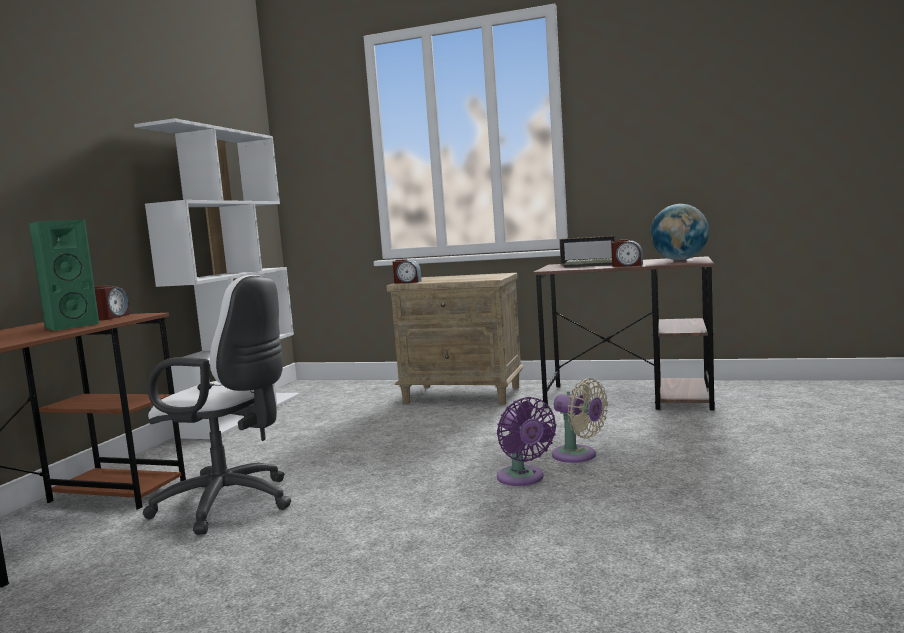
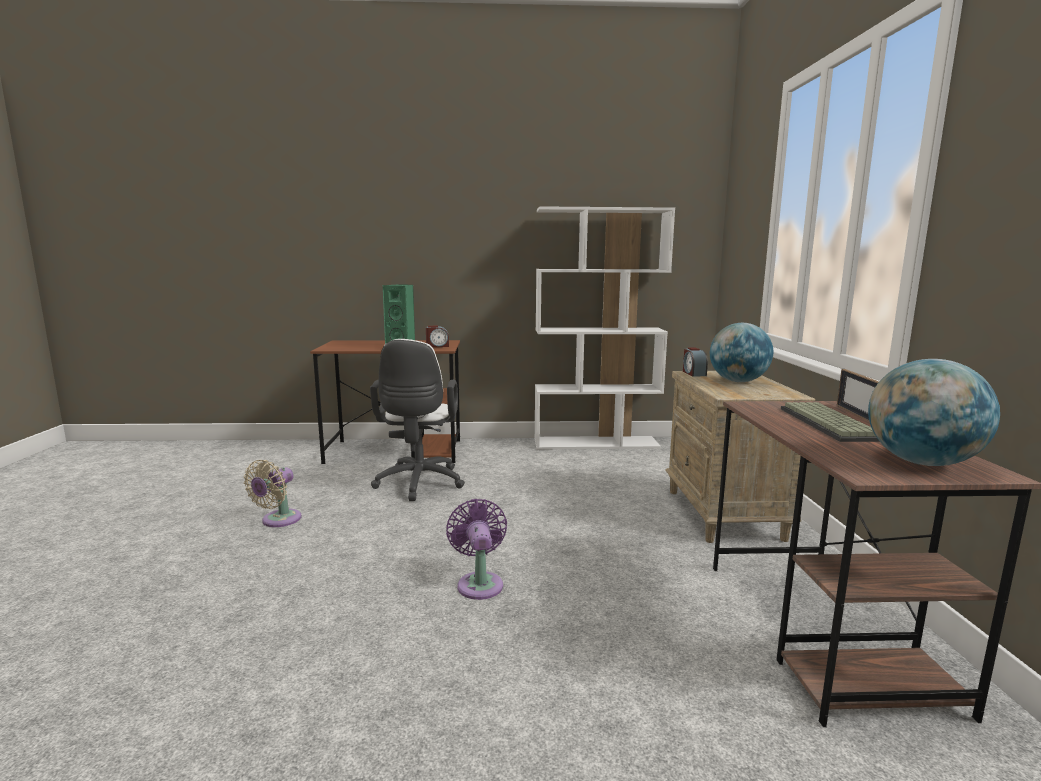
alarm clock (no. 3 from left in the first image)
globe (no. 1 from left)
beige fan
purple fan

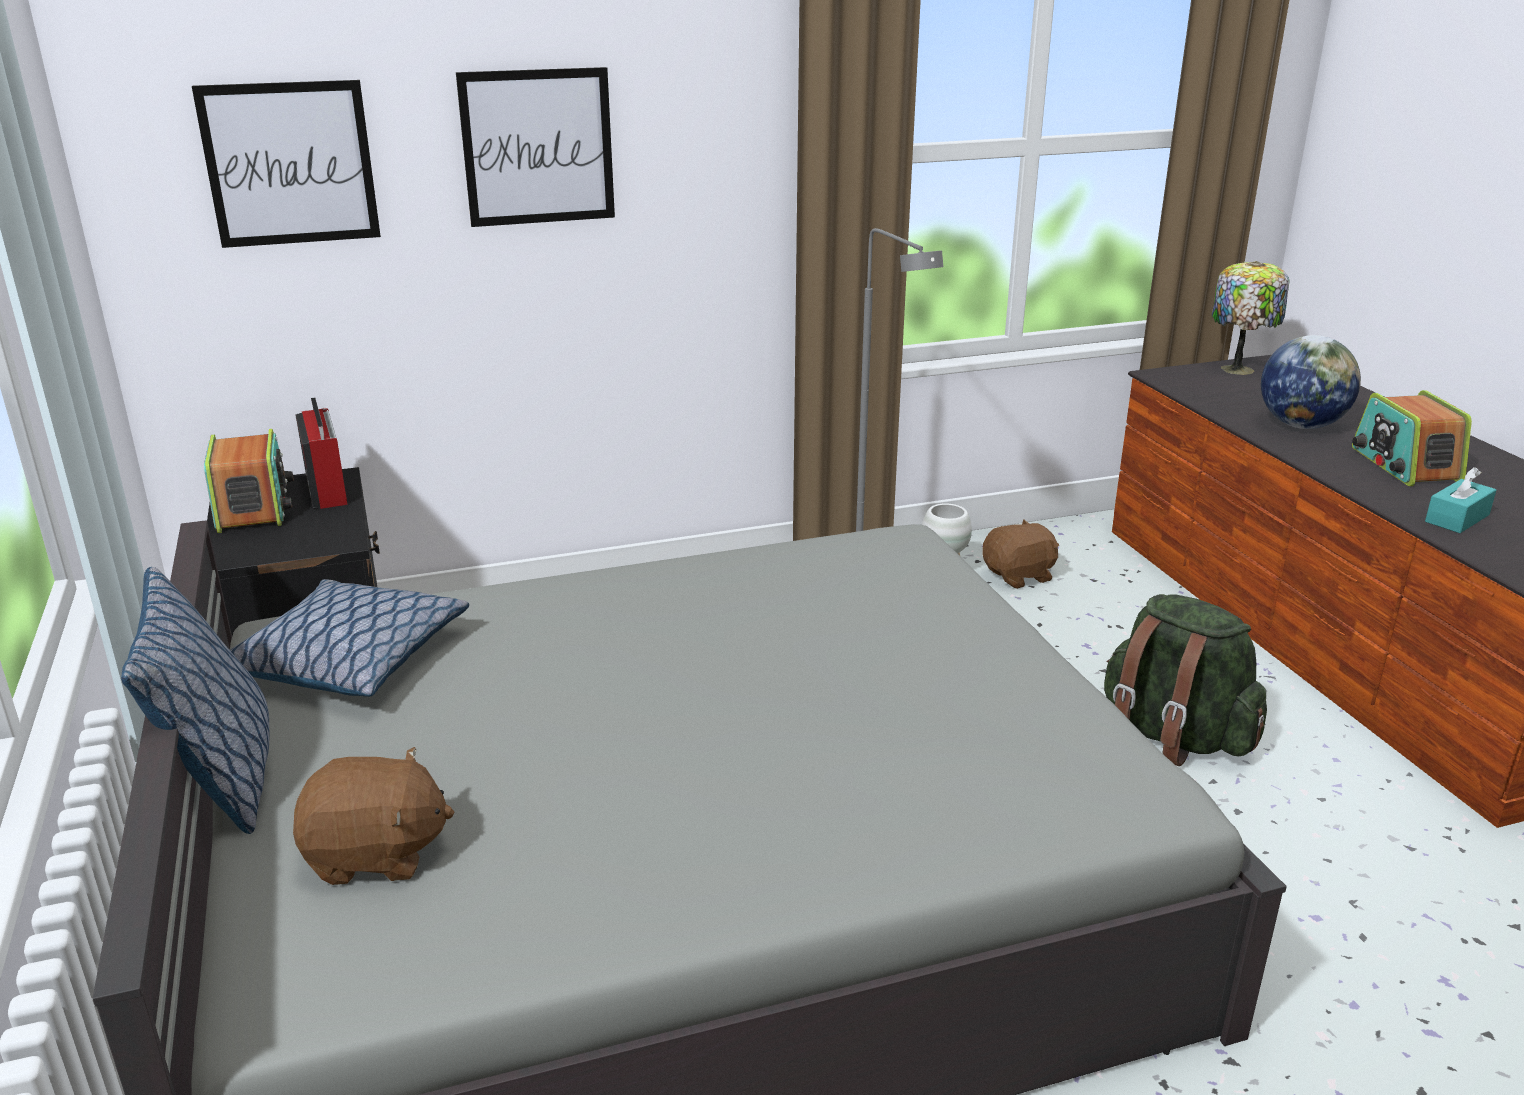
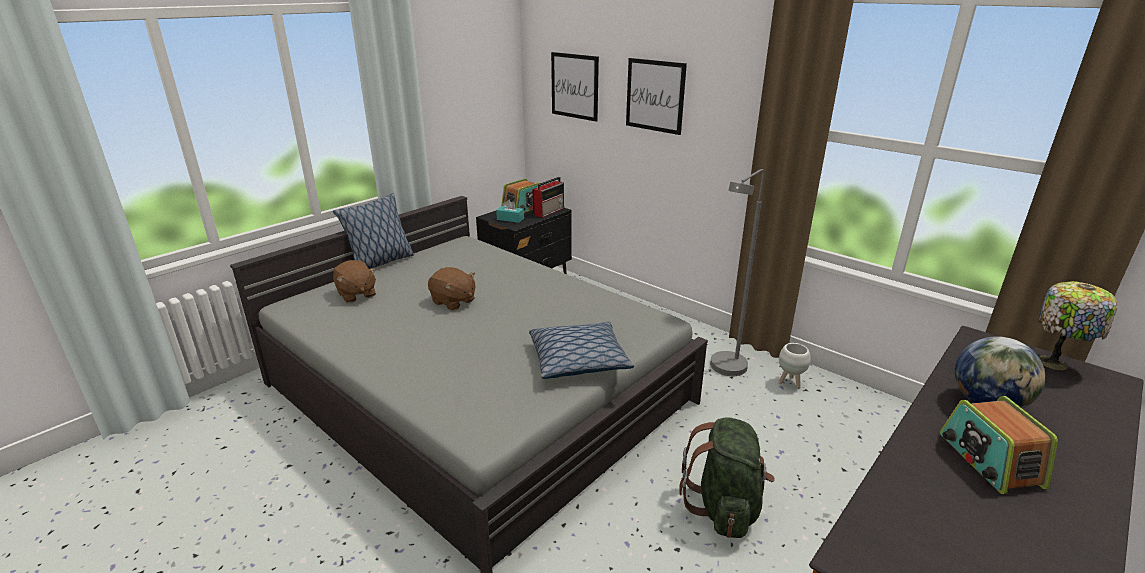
pillow (no. 2 from left)
brown plush toy (no. 2 from left)
turquoise tissue box
radio (no. 3 from left)

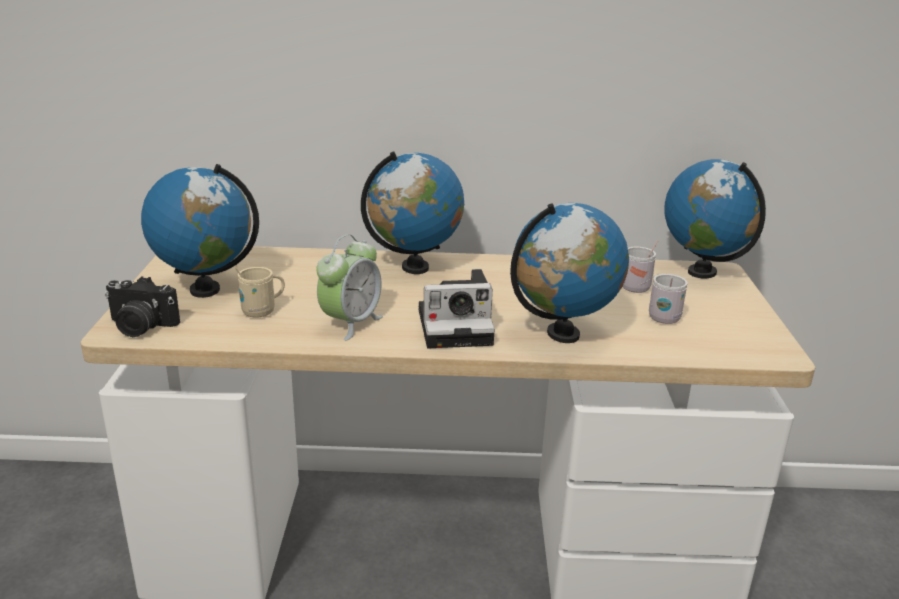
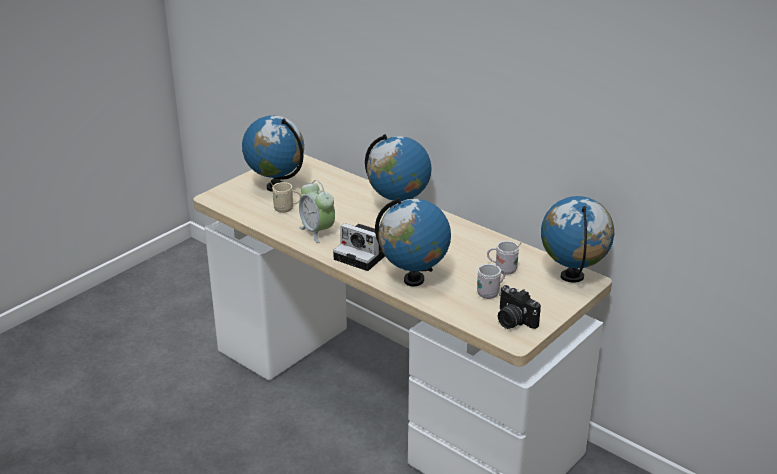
photo camera (no. 2 from left)
alarm clock

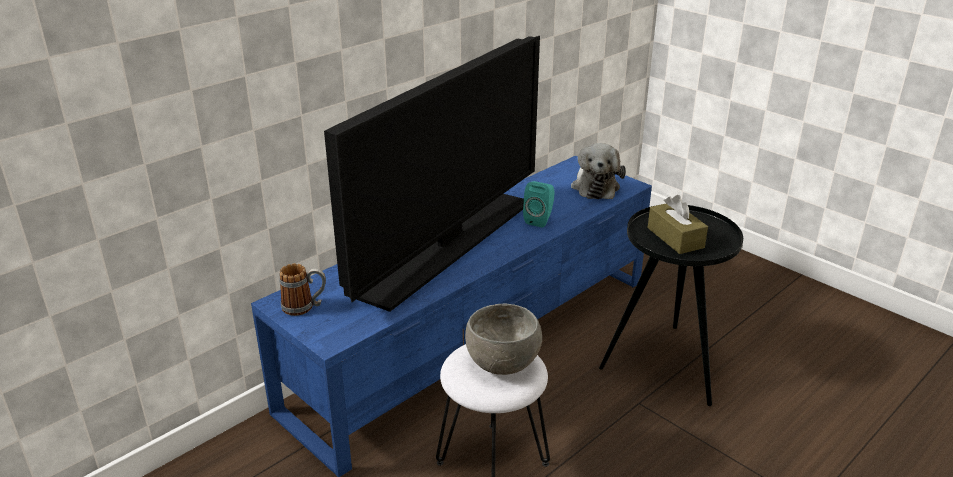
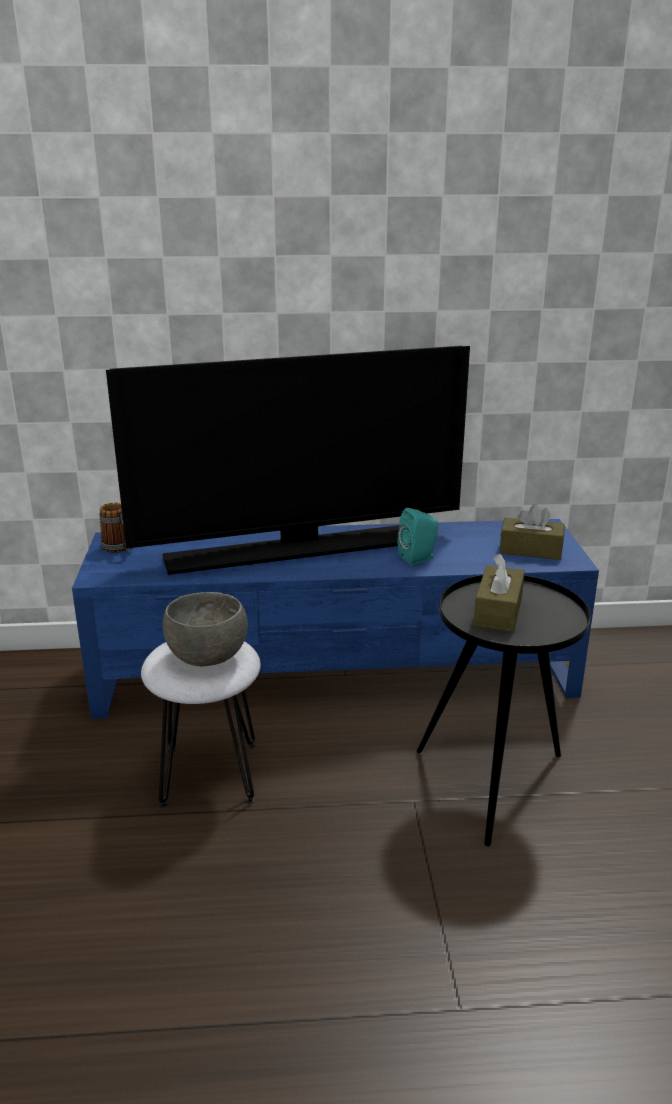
brown tissue box (no. 2 from left)

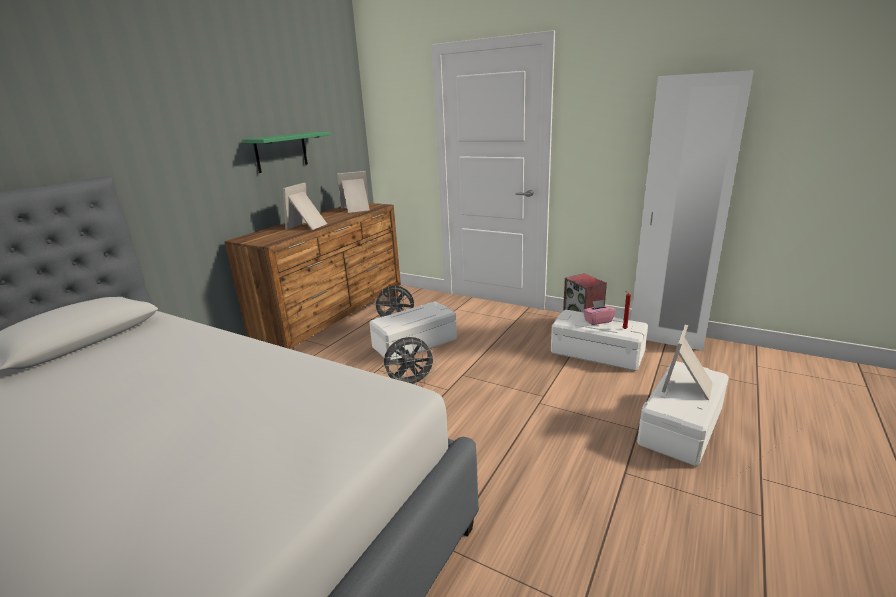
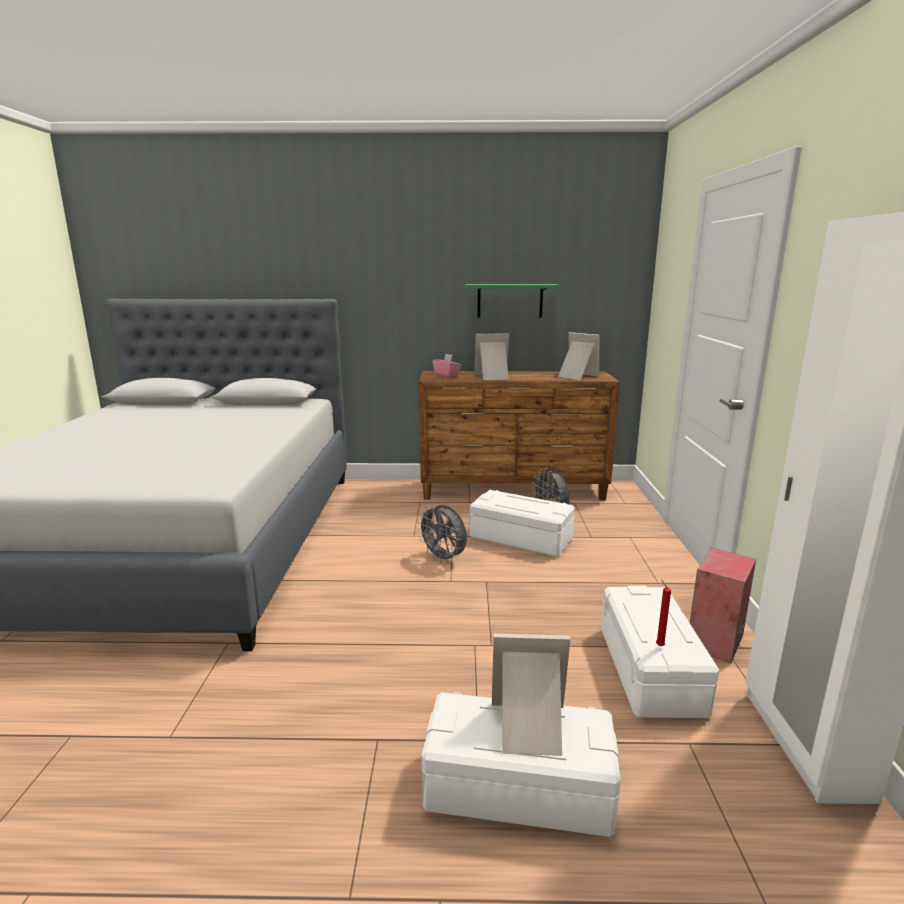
pink tissue box

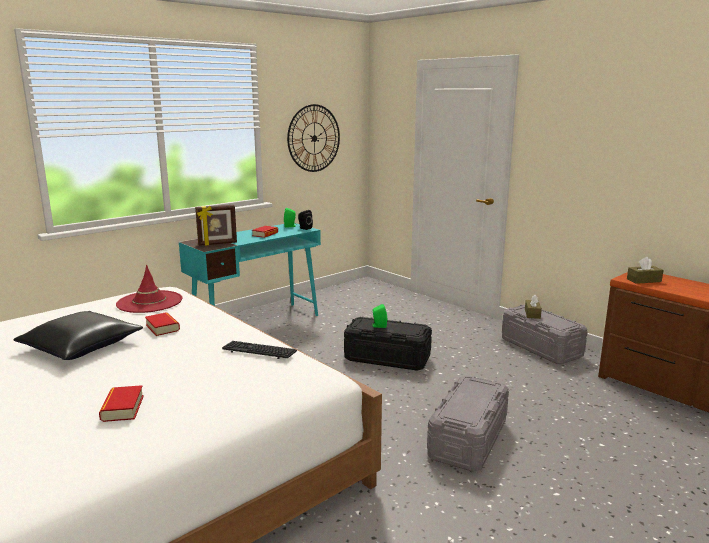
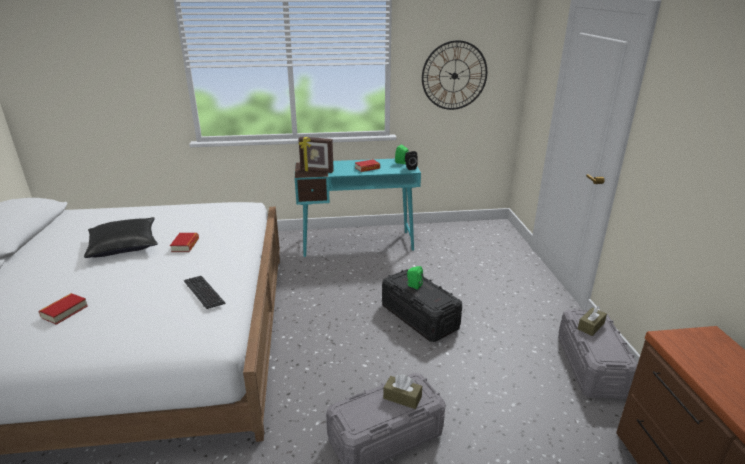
red hat
brown tissue box (no. 1 from left)

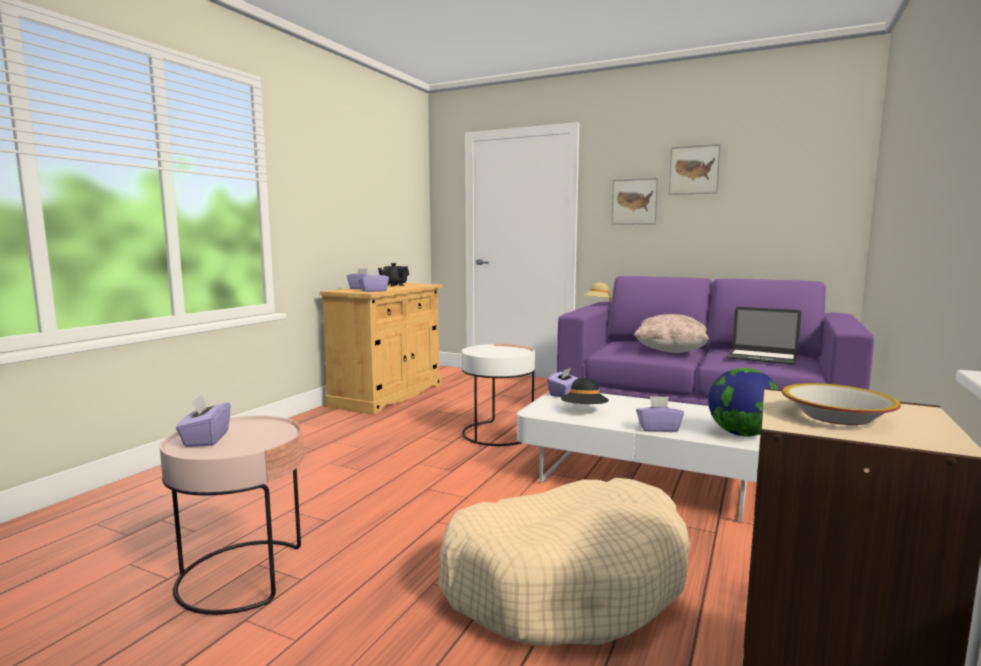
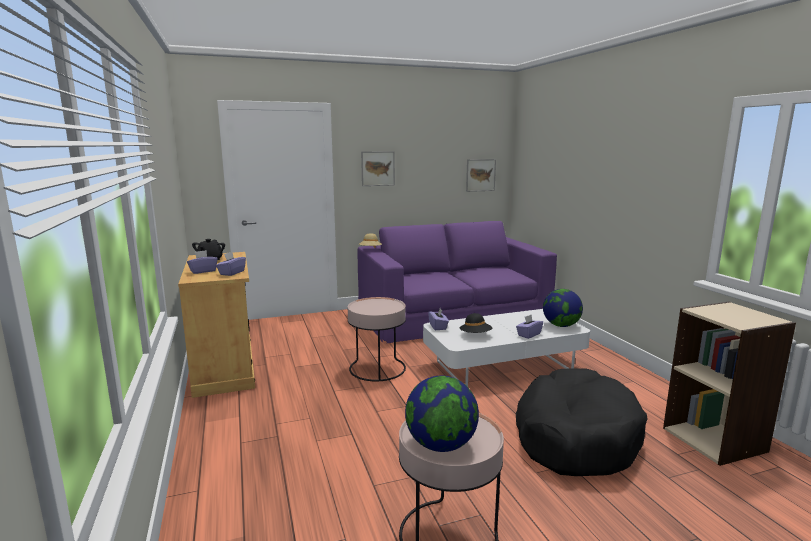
beige pillow
laptop
bowl
picture (no. 2 from left)
globe (no. 1 from left)
black dog bed
pink side table (no. 1 from left)

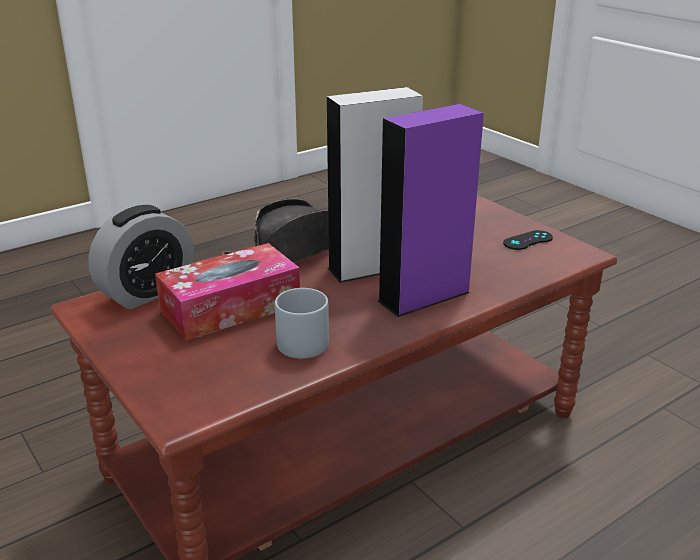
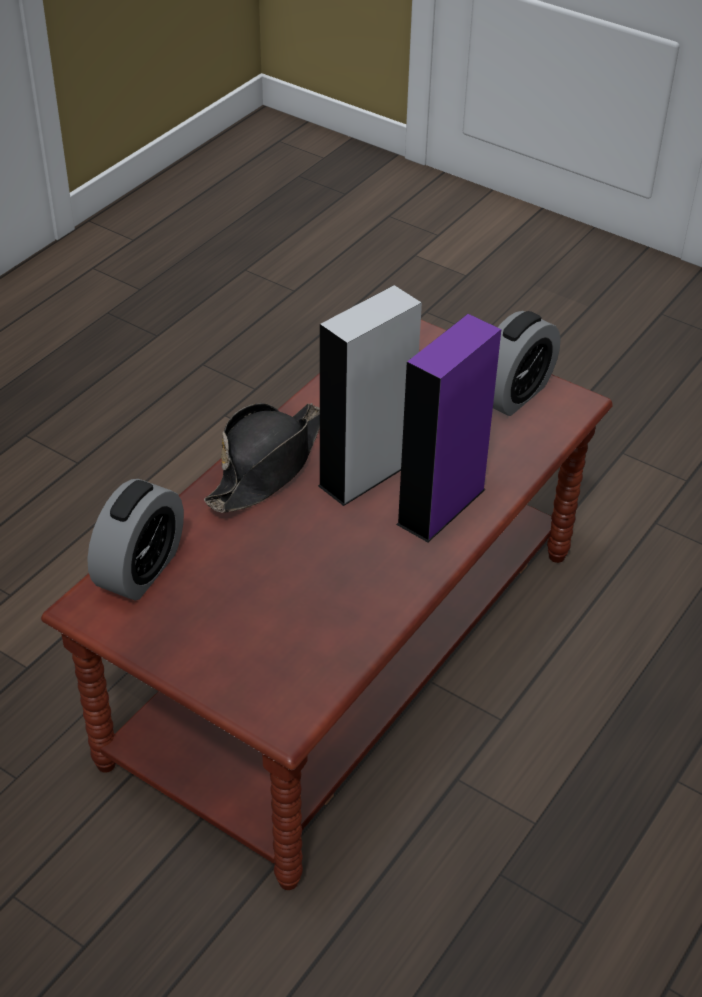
tissue box
grey mug
alarm clock (no. 2 from left)

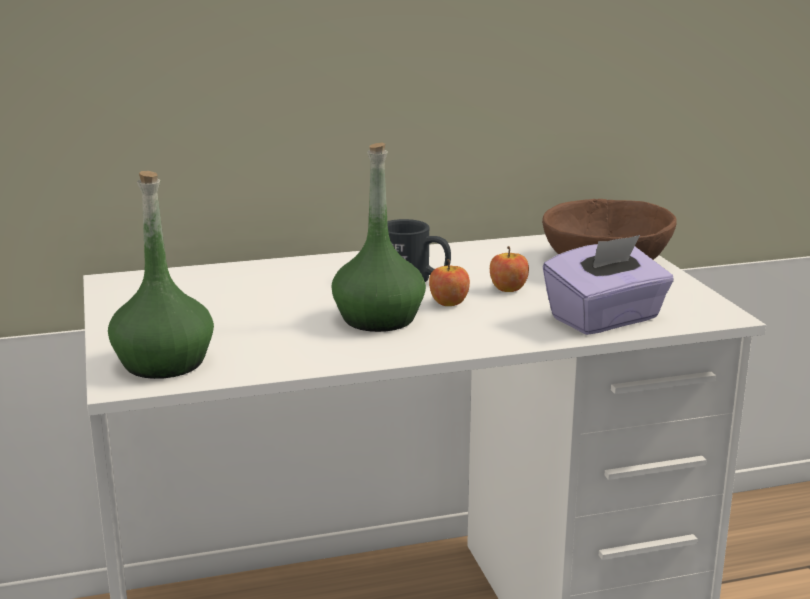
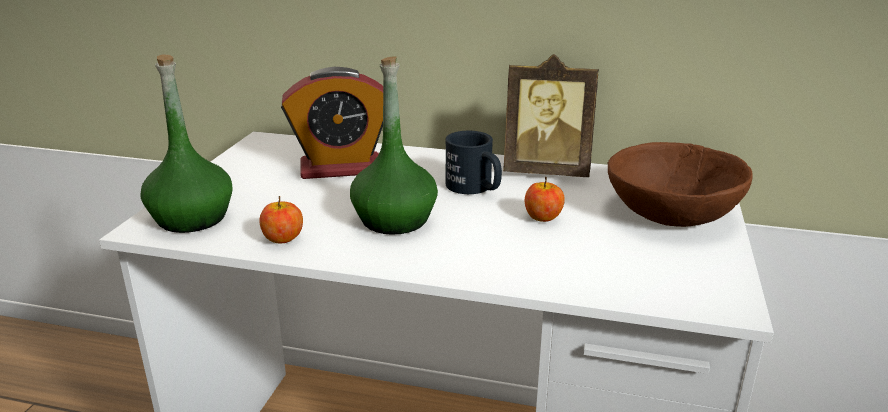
purple tissue box
alarm clock
picture frame
apple (no. 1 from left)

